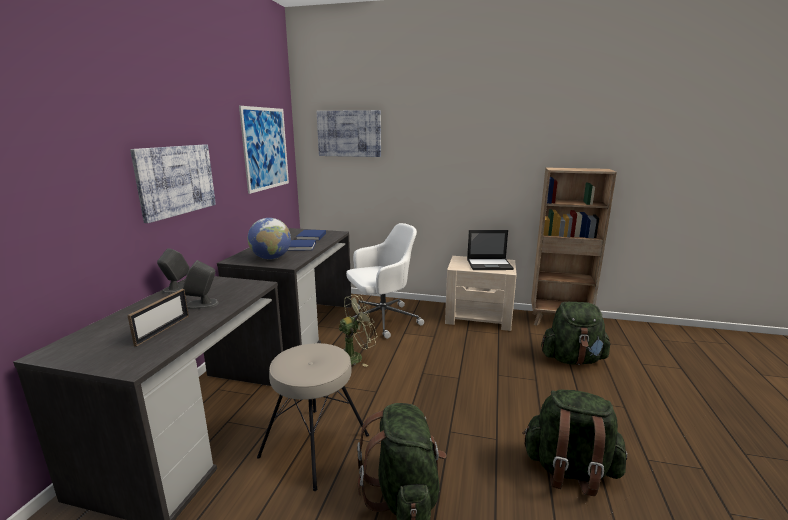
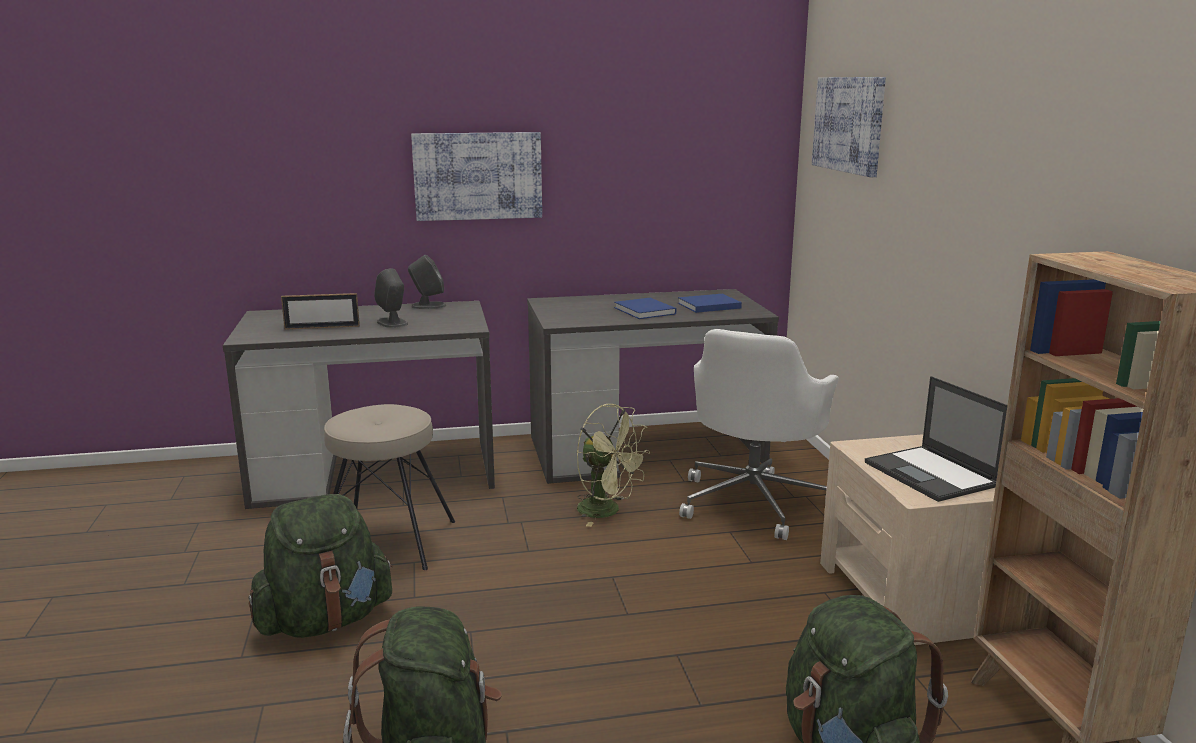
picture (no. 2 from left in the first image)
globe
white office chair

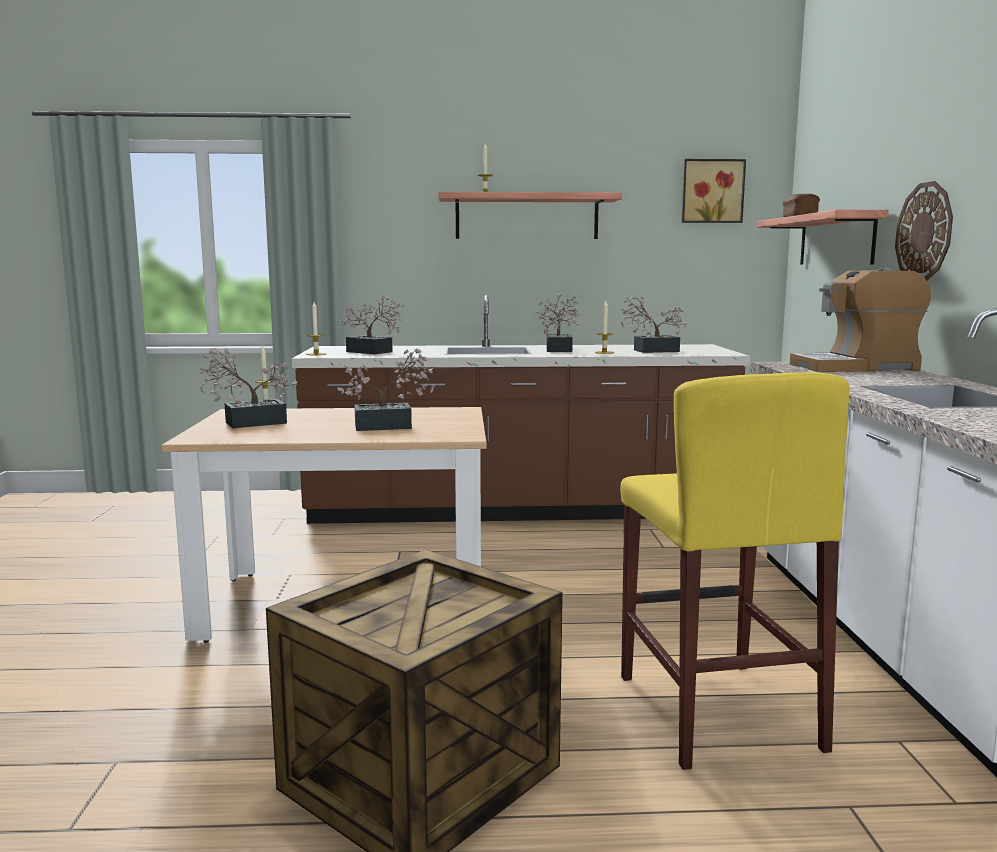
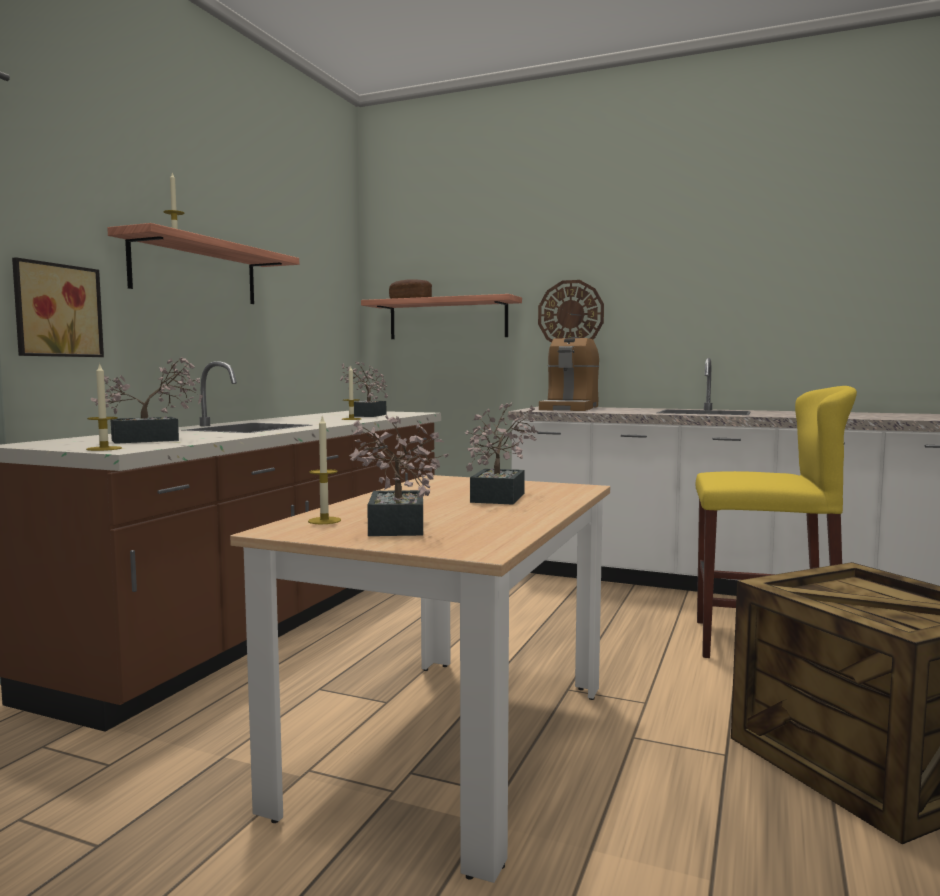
potted plant (no. 4 from left in the first image)
picture

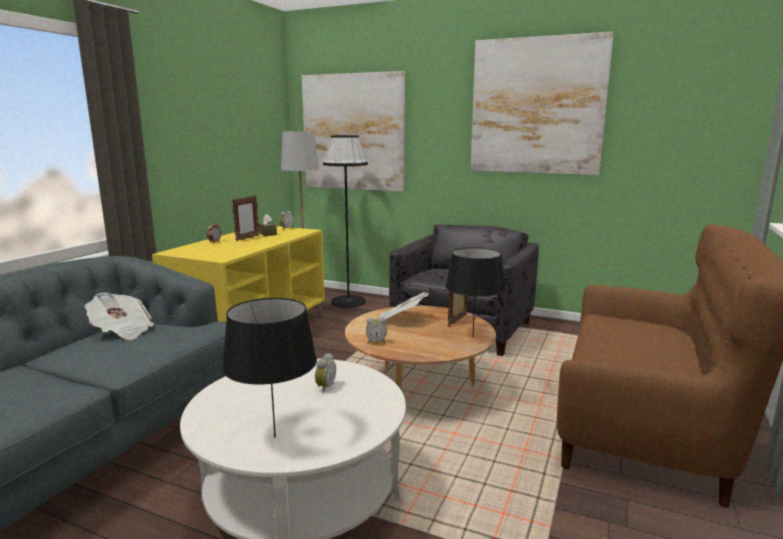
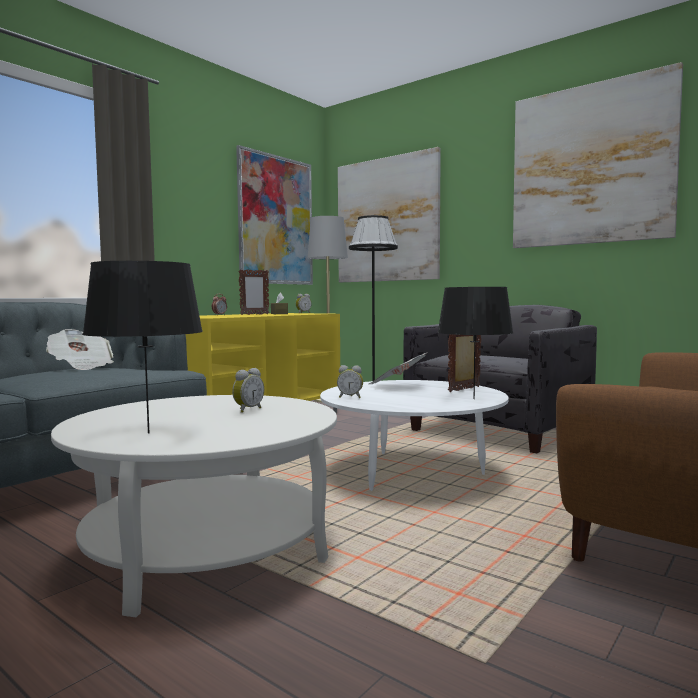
picture (no. 1 from left)
white coffee table (no. 2 from left)

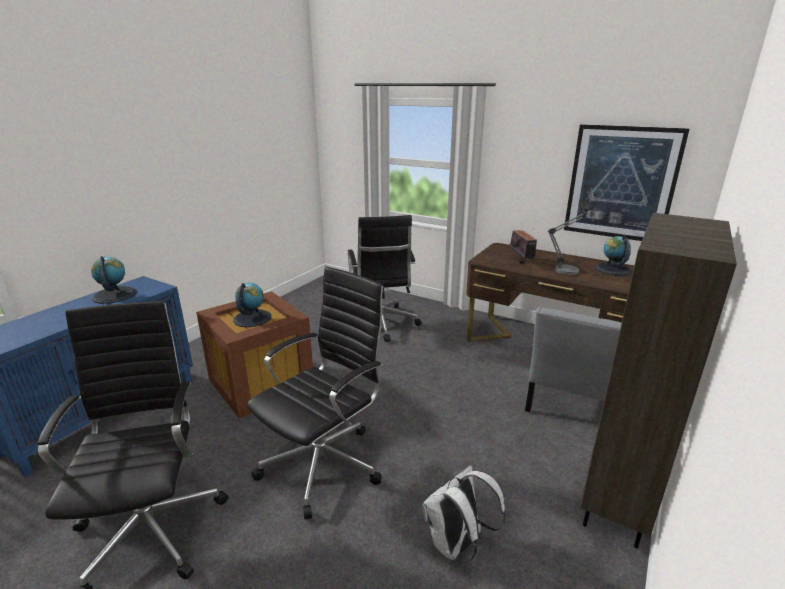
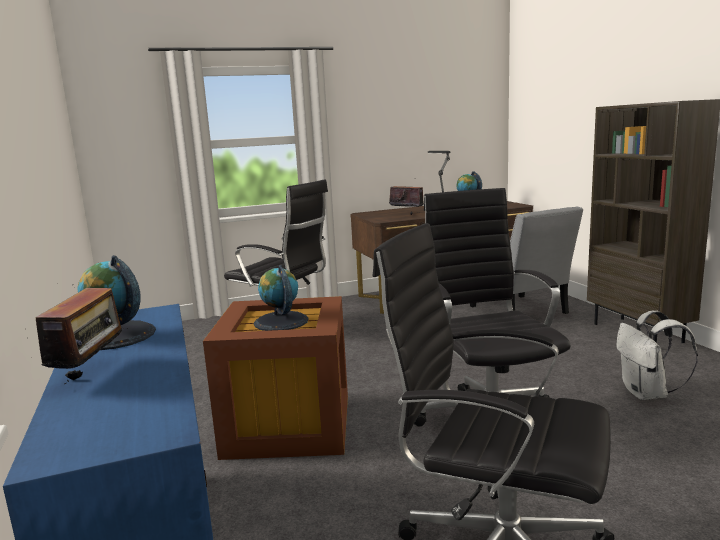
picture
radio (no. 1 from left)

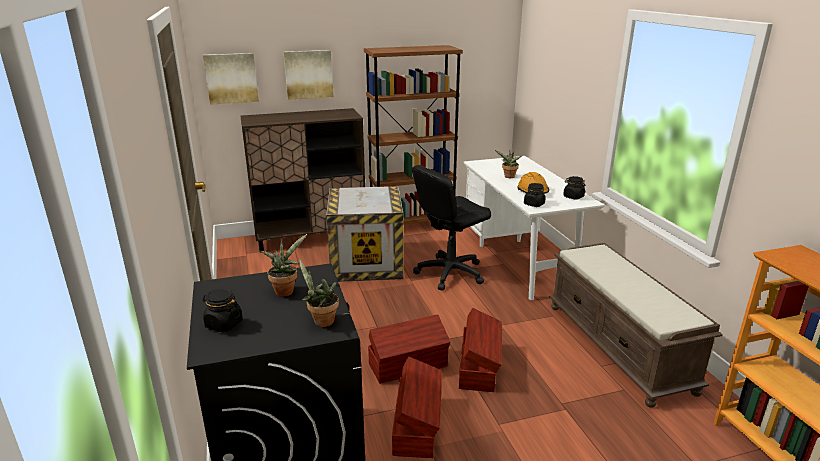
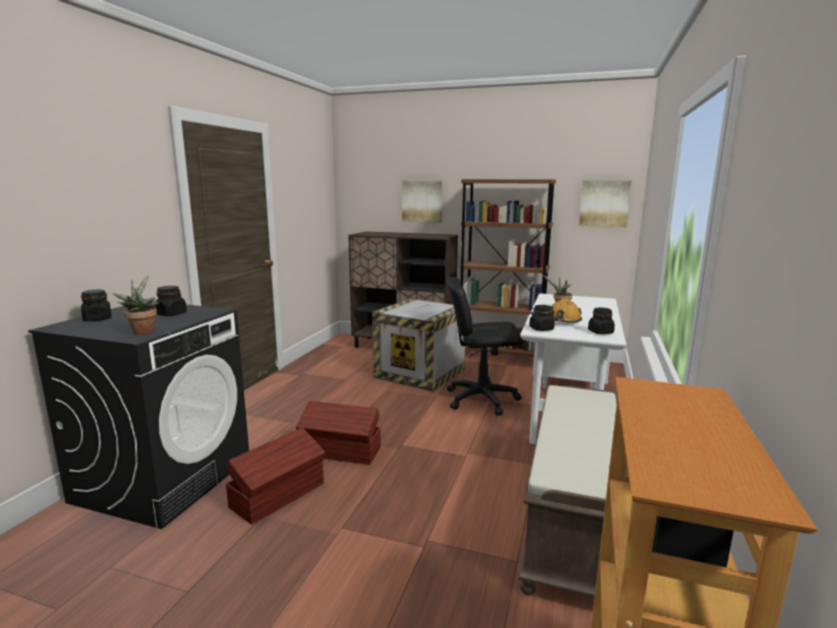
brown storage box (no. 3 from left in the first image)
picture (no. 2 from left)
black jar (no. 2 from left)

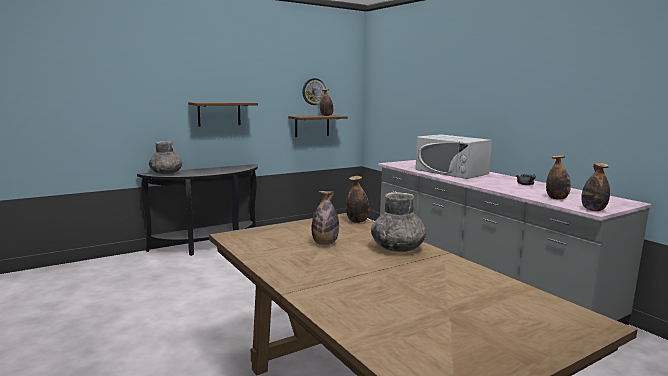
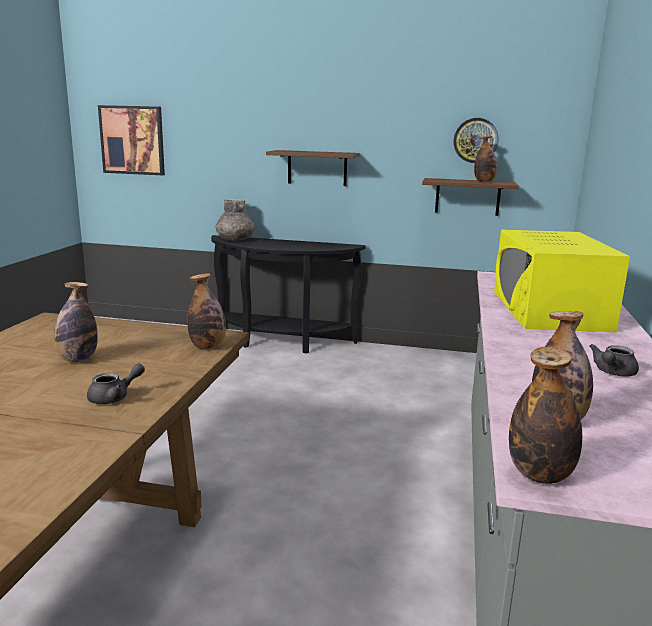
picture
grey teapot (no. 1 from left)
yellow microwave

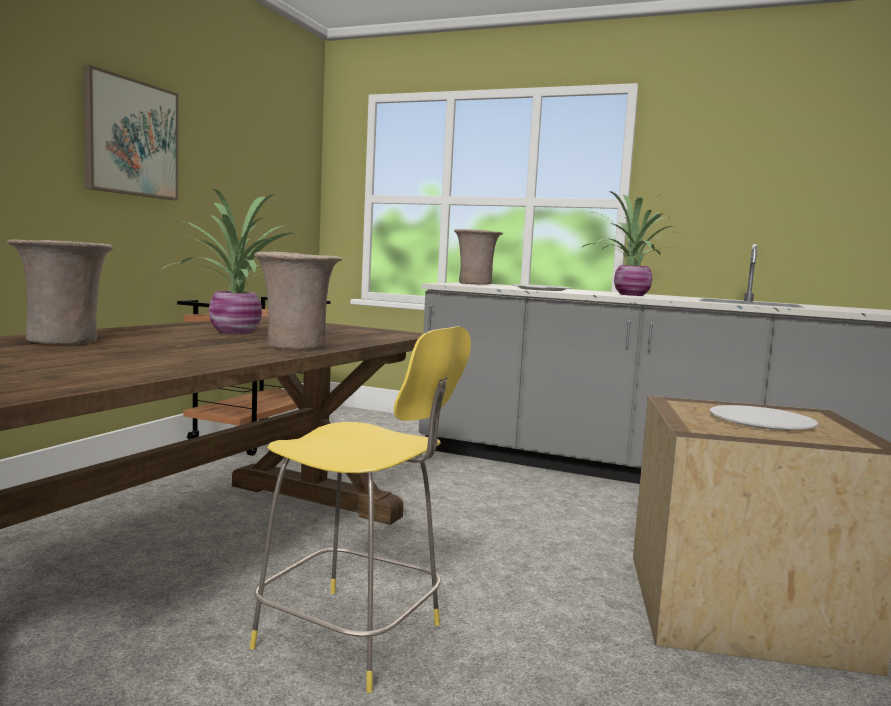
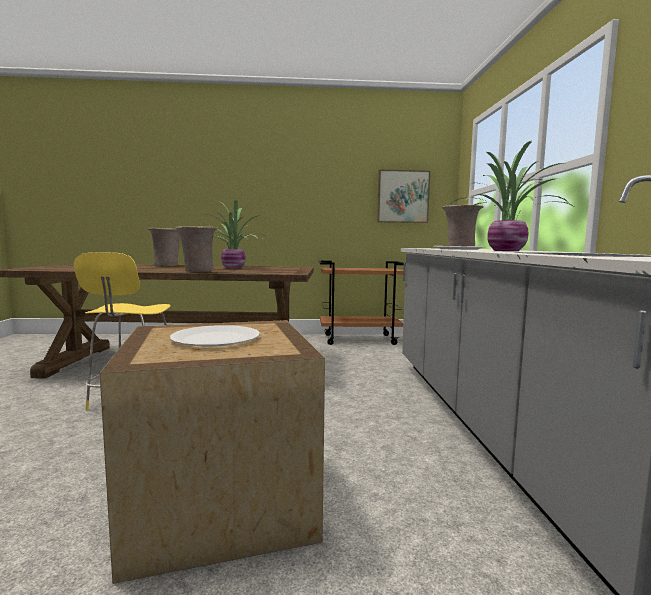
picture

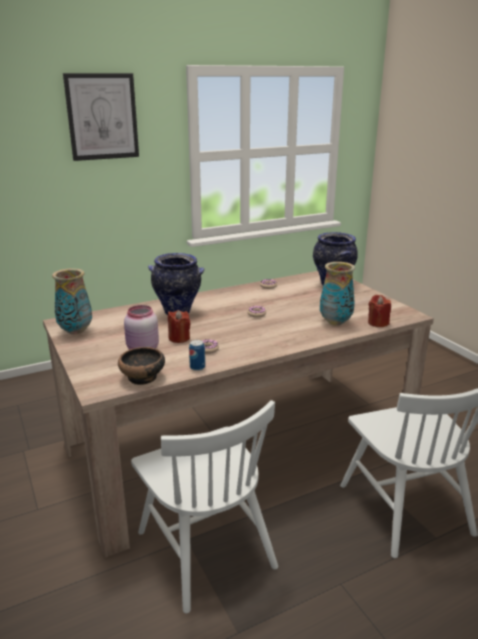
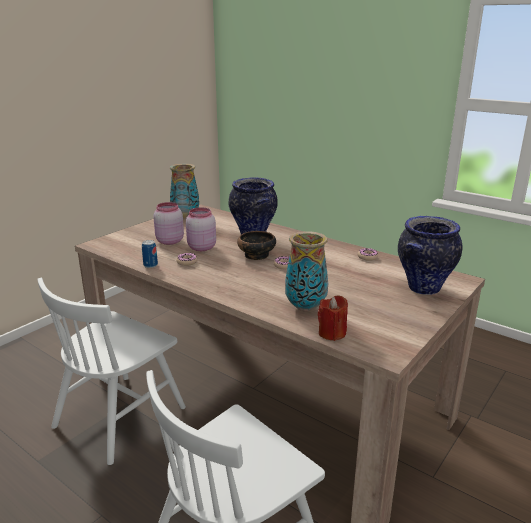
picture
bowl
pink jar (no. 2 from left)

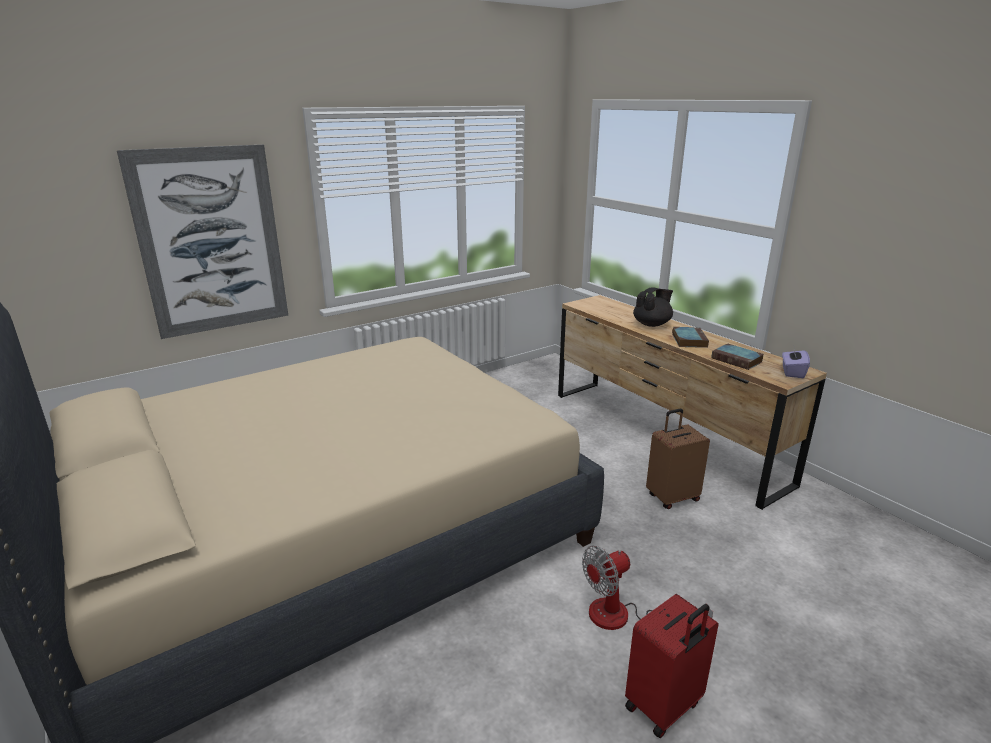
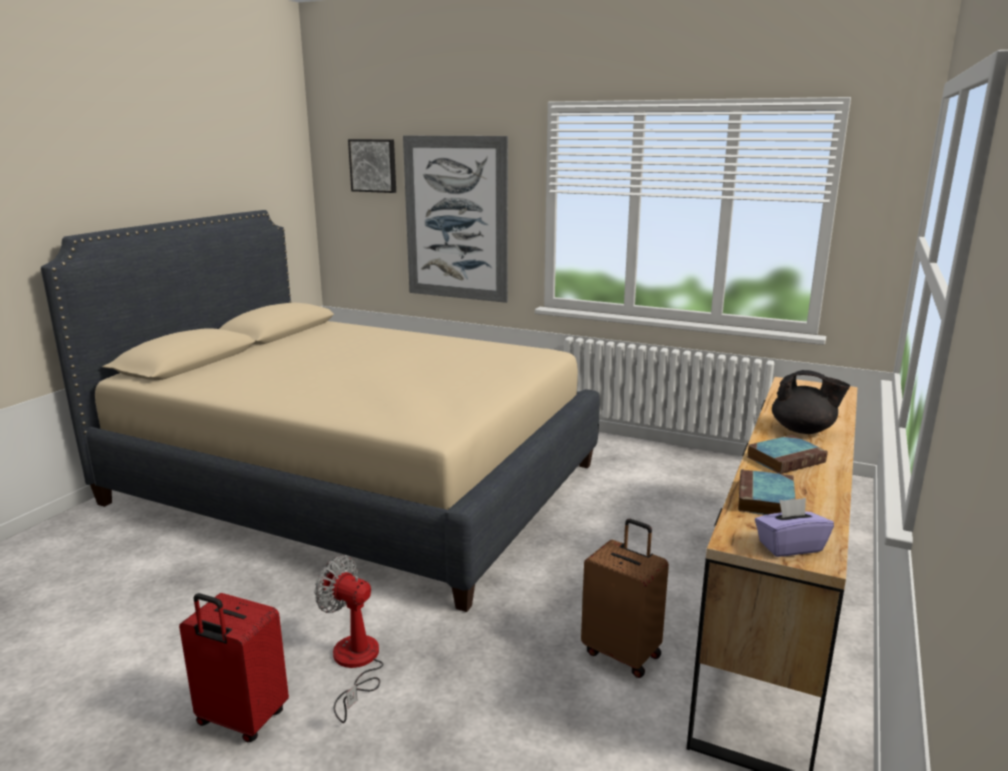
picture (no. 1 from left)

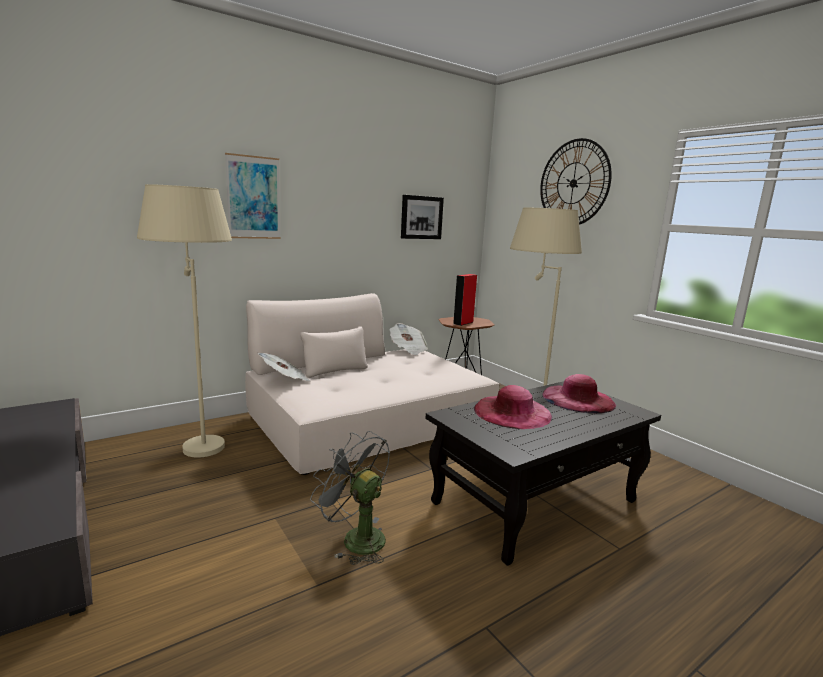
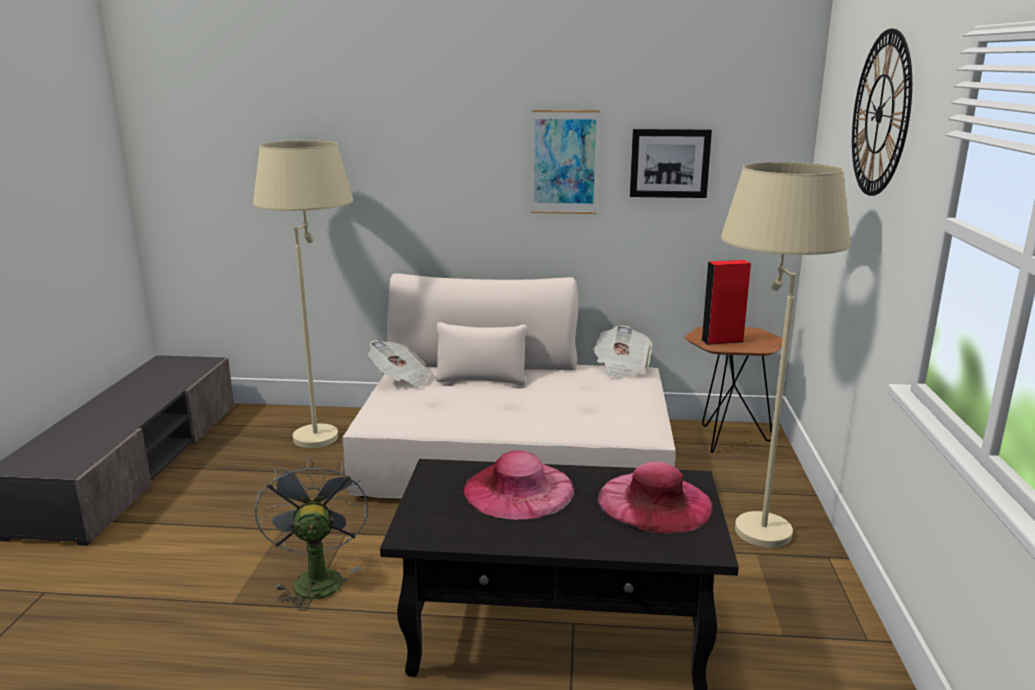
picture (no. 1 from left)

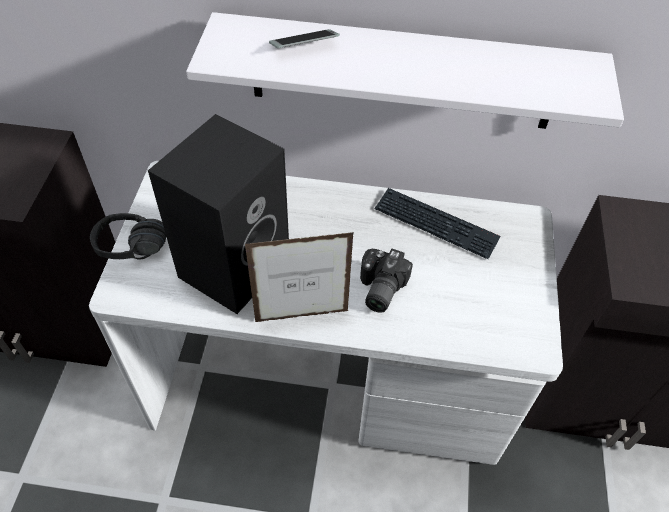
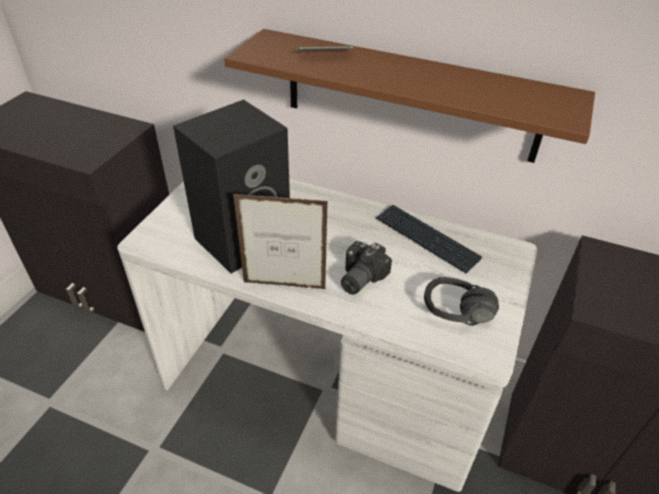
black headphones
brown shelf

